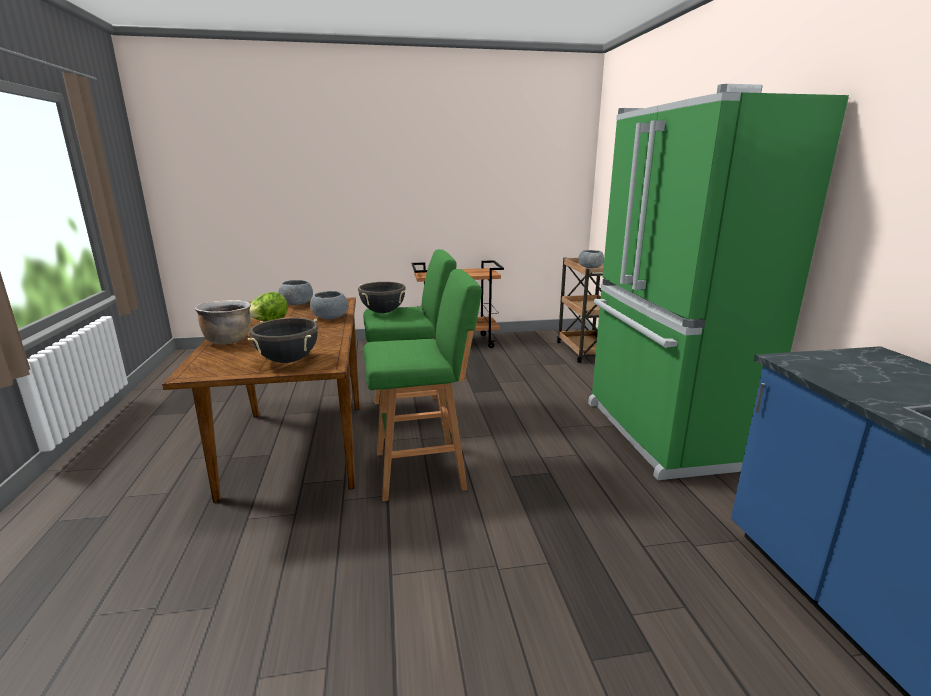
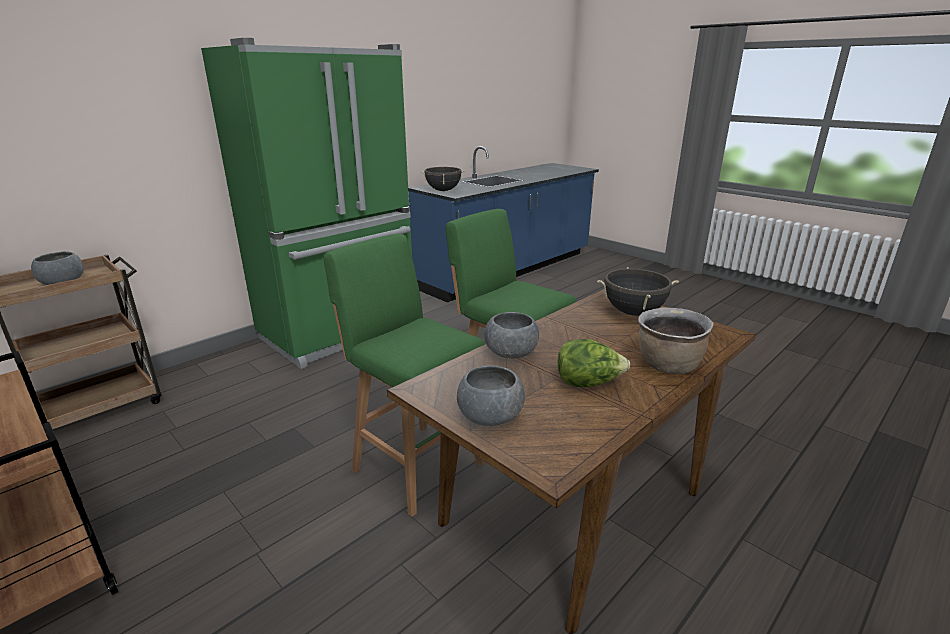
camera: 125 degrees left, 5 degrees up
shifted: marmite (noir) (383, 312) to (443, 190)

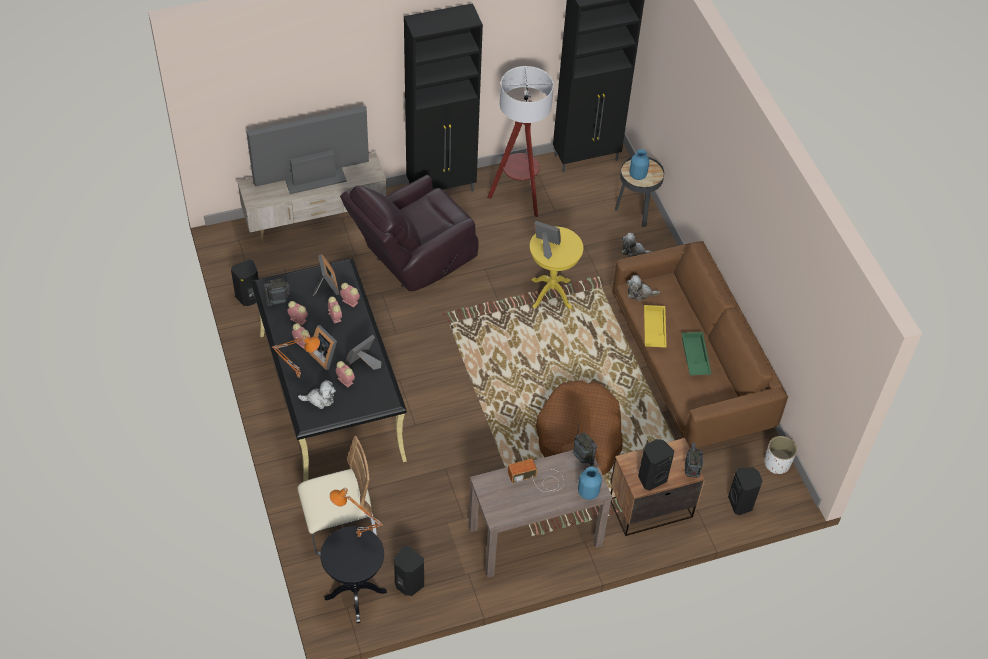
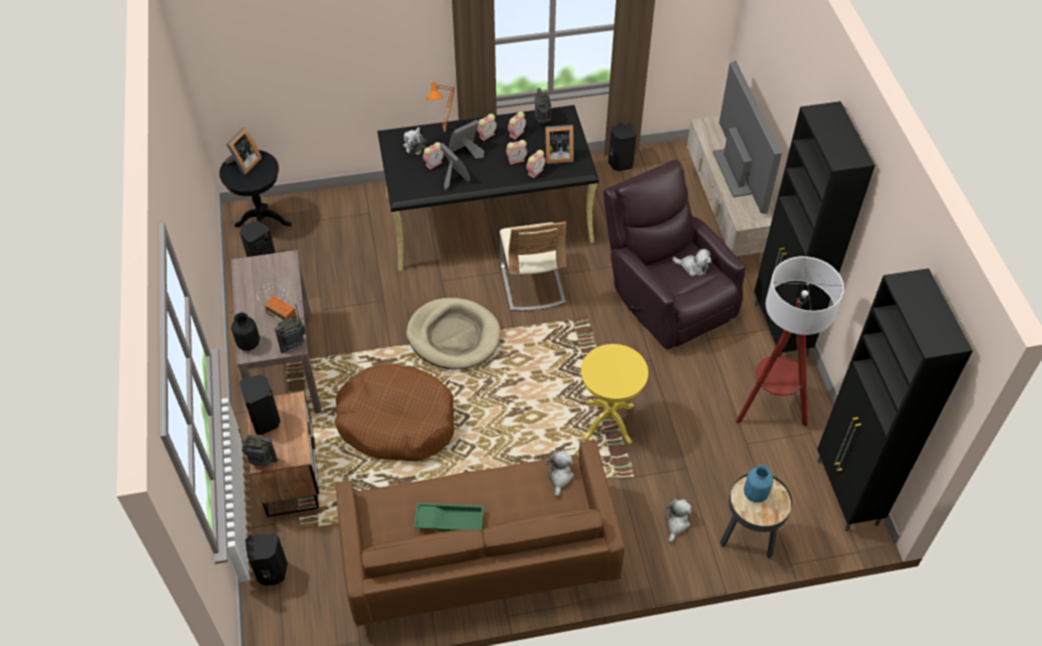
camera: 100 degrees right, 0 degrees up
gone: lampe de table (orange) (358, 538); plateau (jaune) (653, 329); cache-pot (blanc) (777, 463)
new: panier pour chien (beige) (454, 336); peluche (693, 267)
shifted: chaise (beige) (340, 526) to (532, 283); cadre photo (546, 246) to (244, 164)
repainted: vase (bleu) (588, 492) to vase (noir) (248, 343)
rotated: radio (538, 479) = (277, 303) 135 degrees clockwise

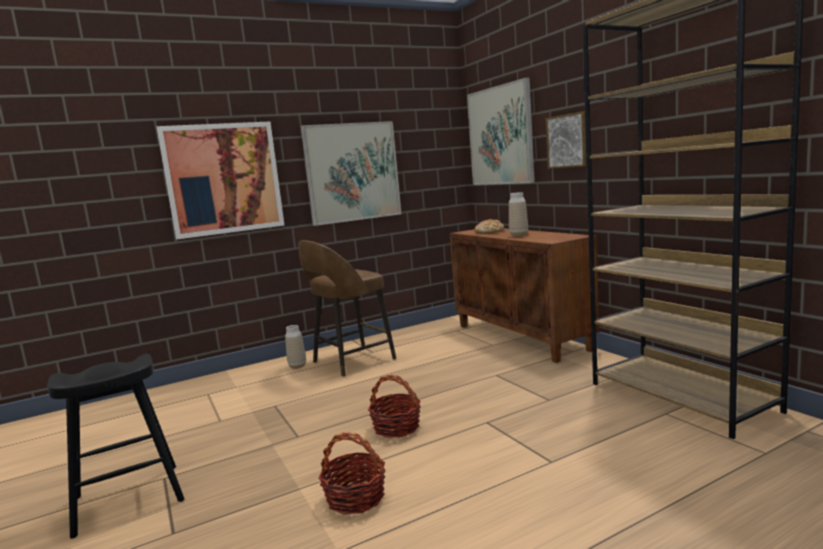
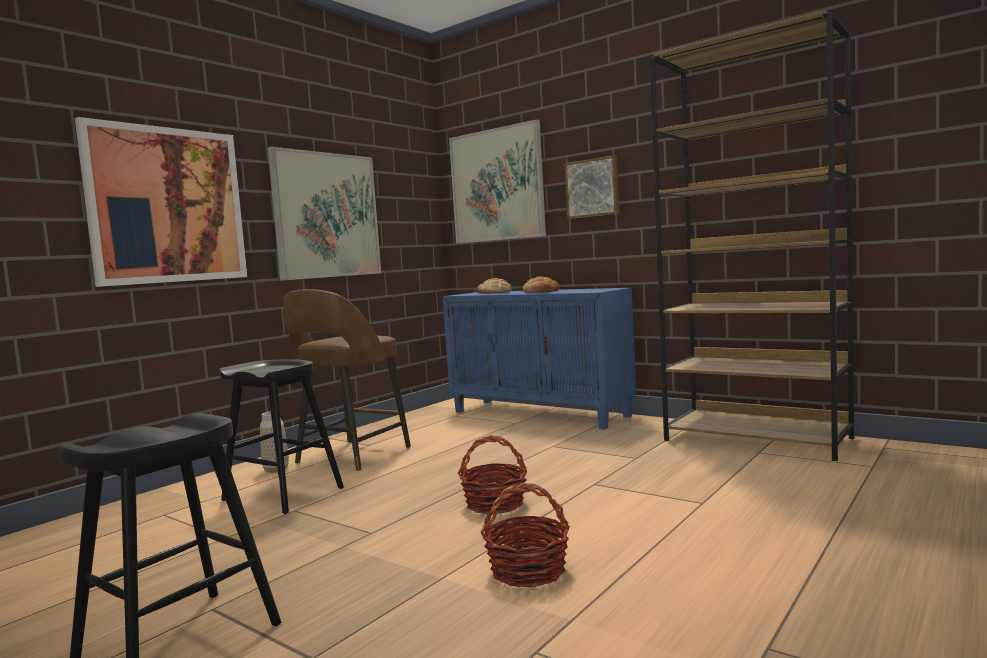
camera: 25 degrees left, 5 degrees down
new: tabouret (noir) (283, 494)
swapped: vase (518, 235) to pain (541, 292)
repainted: meuble de rangement (marron) (522, 337) to meuble de rangement (bleu) (541, 414)

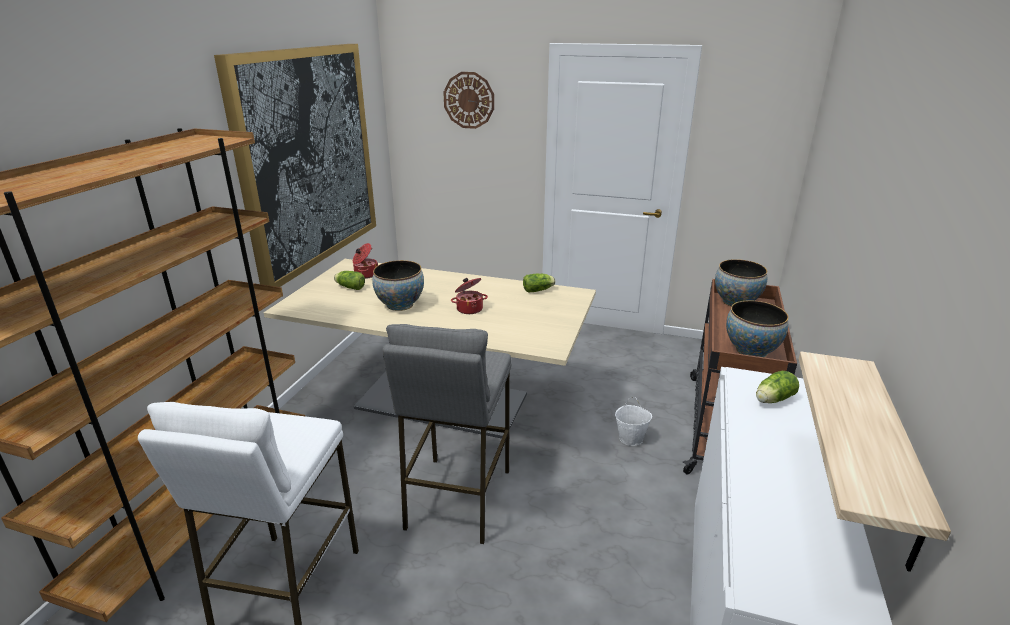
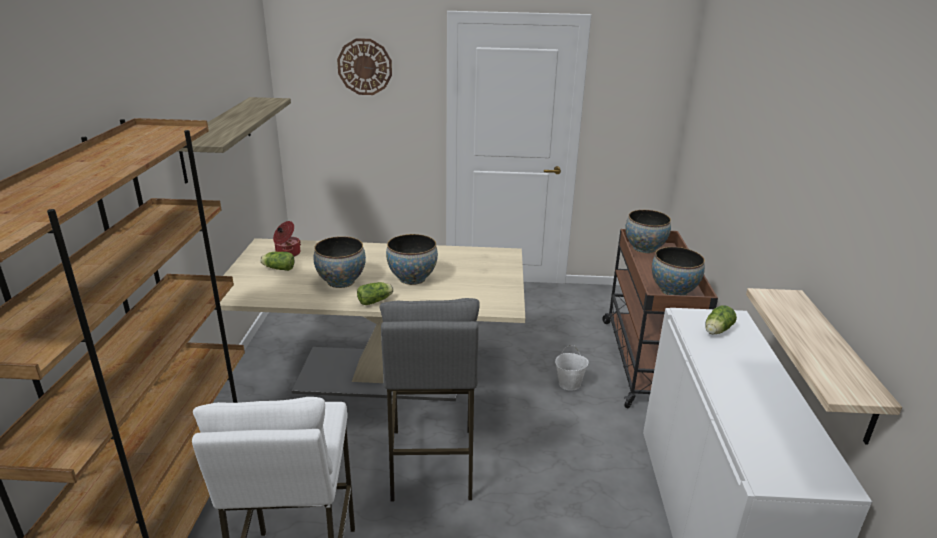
camera: 15 degrees left, 0 degrees up
shifted: laitue (539, 290) to (376, 301)
swapped: tableau (308, 159) to étagère (217, 137); marmite (469, 309) to bol (412, 278)

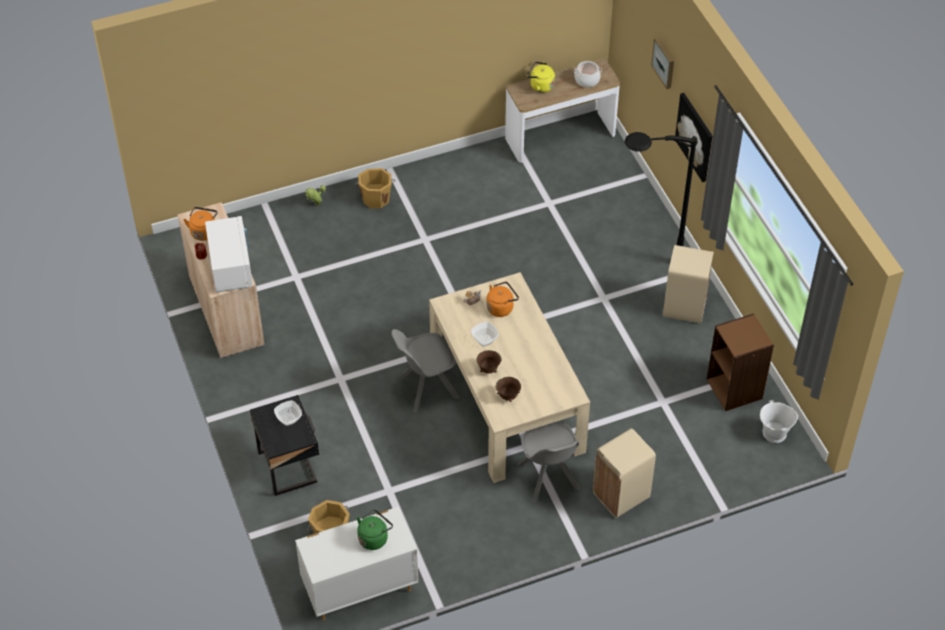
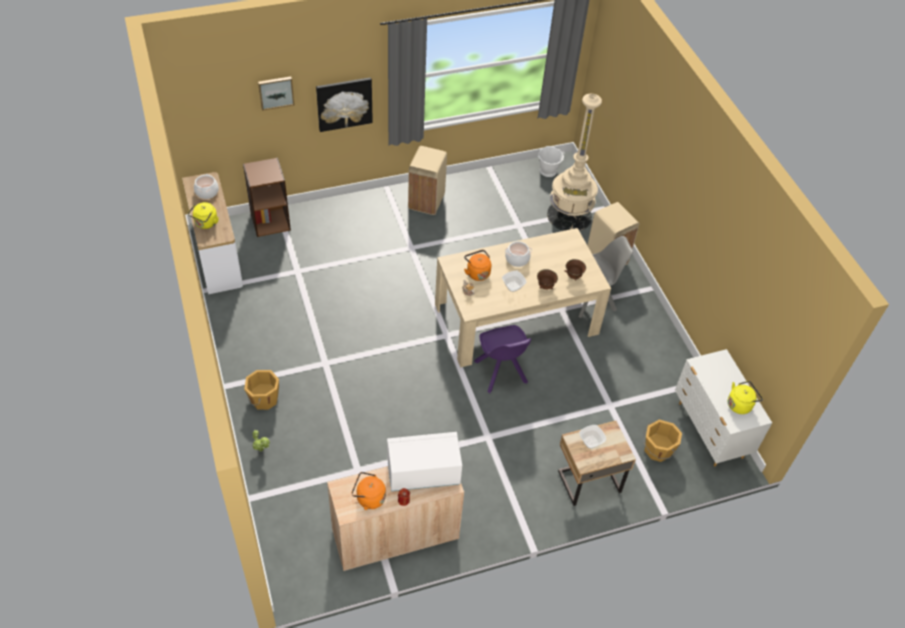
camera: 90 degrees left, 0 degrees up
gone: bouilloire (vert) (374, 538); lampadaire (noir) (640, 267)
new: marmite (517, 259); lampadaire (beige) (569, 215); bouilloire (jaune) (740, 404)
shifted: bibliothèque (marron) (735, 389) to (270, 221)
repainted: table de chevet (noir) (289, 467) to table de chevet (beige) (588, 480); chaise (gris) (426, 388) to chaise (violet) (501, 373)

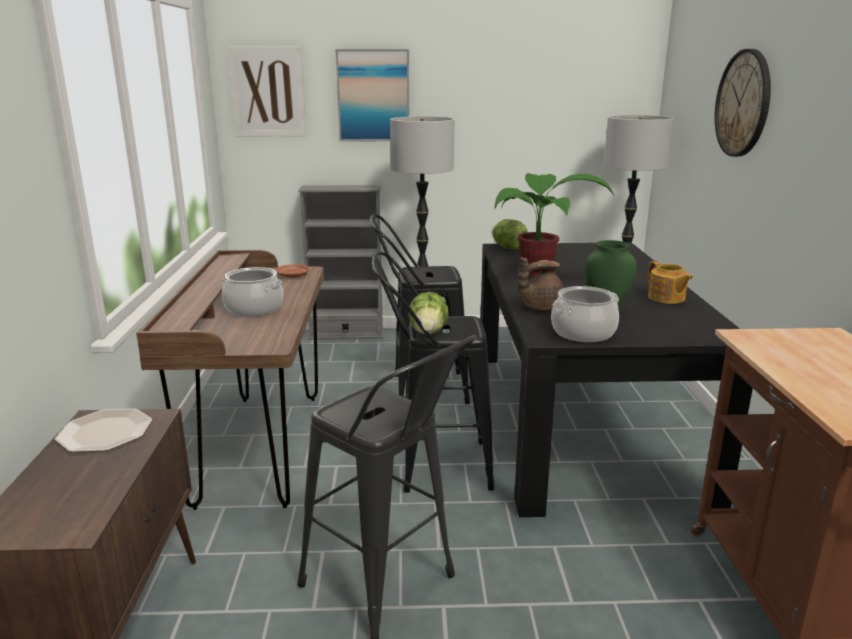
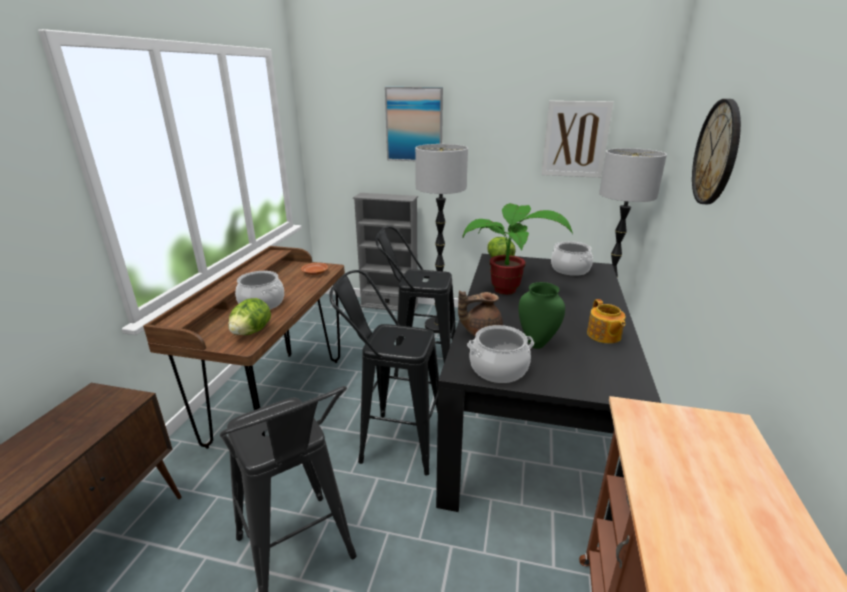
camera: 15 degrees right, 5 degrees up
gone: assiette (106, 432)
new: marmite (569, 269)
shifted: tableau (268, 92) to (575, 139); laitue (428, 332) to (251, 332)

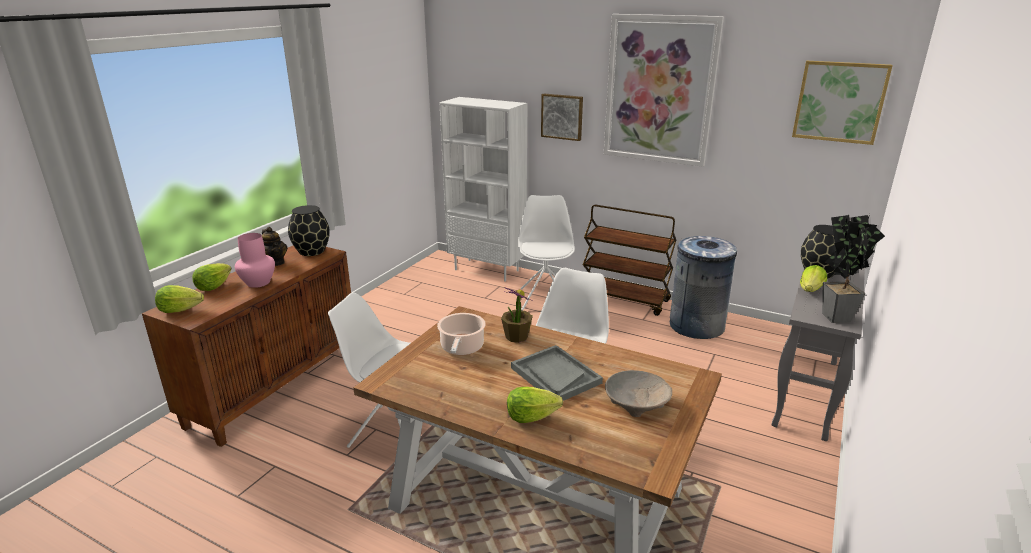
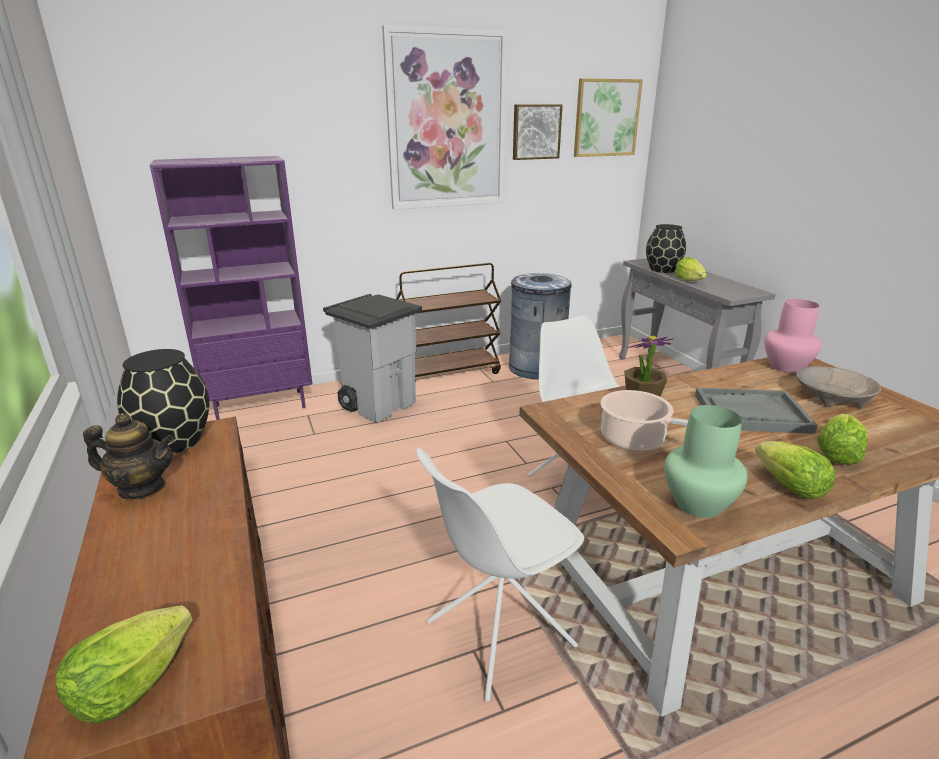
camera: 50 degrees left, 0 degrees up
gone: plante en pot (836, 315)
new: vase (vert) (698, 503)
shifted: laitue (213, 287) to (790, 487); vase (rose) (258, 283) to (787, 366); tableau (562, 116) to (536, 132)
swapped: chaise (blanc) (545, 298) to poubelle (gris) (379, 404)
repainted: bibliothèque (blanc) (487, 270) to bibliothèque (violet) (261, 405)

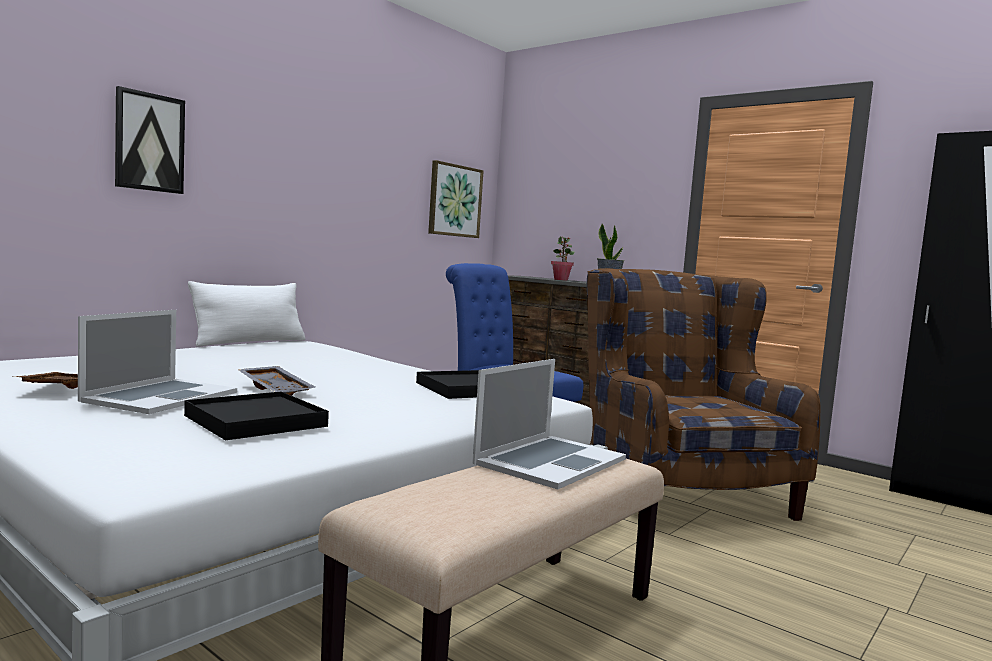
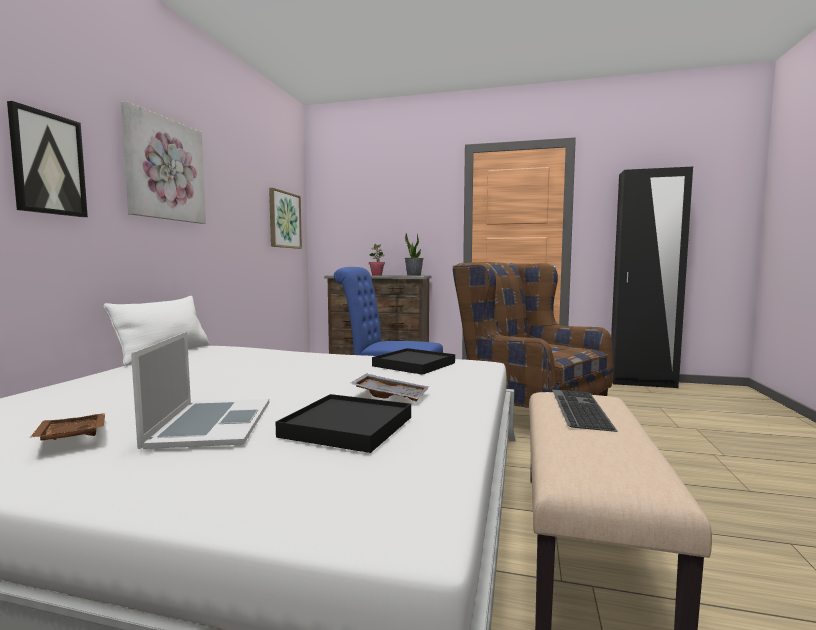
camera: 25 degrees left, 0 degrees up
new: tableau (164, 169)
shifted: plateau (gris) (277, 390) to (390, 395)
swapped: ordinateur portable (550, 461) to clavier (577, 408)

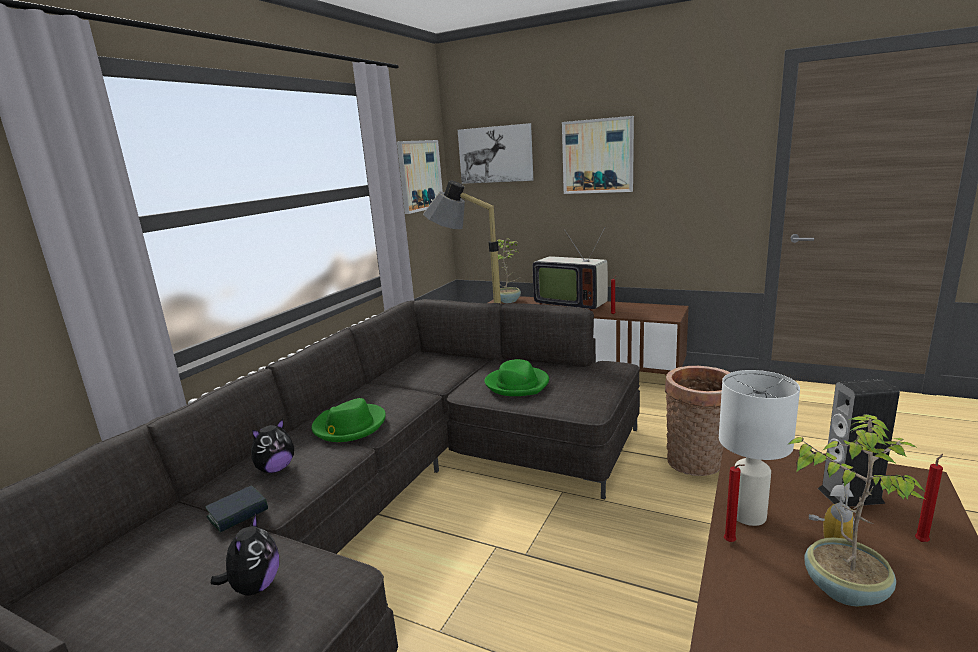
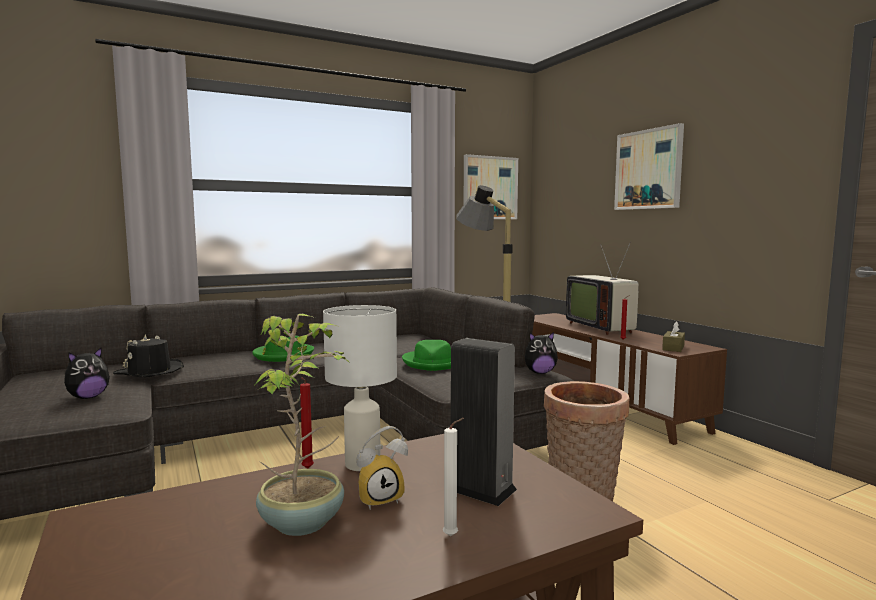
camera: 35 degrees right, 10 degrees down
gone: tableau (496, 154); plante en pot (509, 301)
new: boîte à mouchoirs (marron) (673, 348)
shifted: peluche (275, 469) to (540, 372)
swapped: livre (238, 513) to chapeau (noir) (149, 372)
repainted: bougie (rouge) (922, 541) to bougie (blanc) (453, 536)

